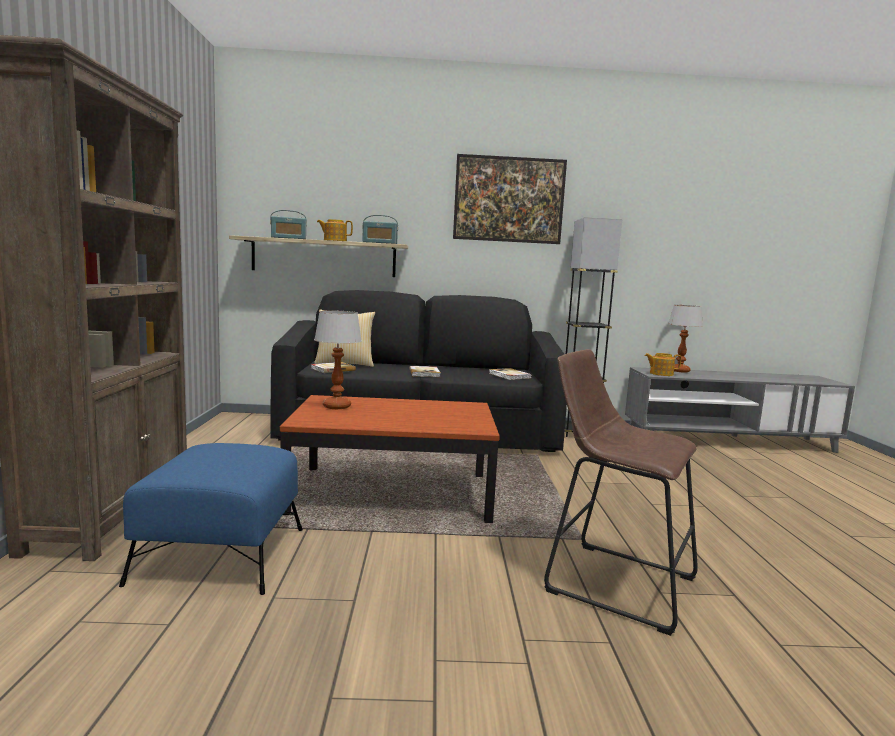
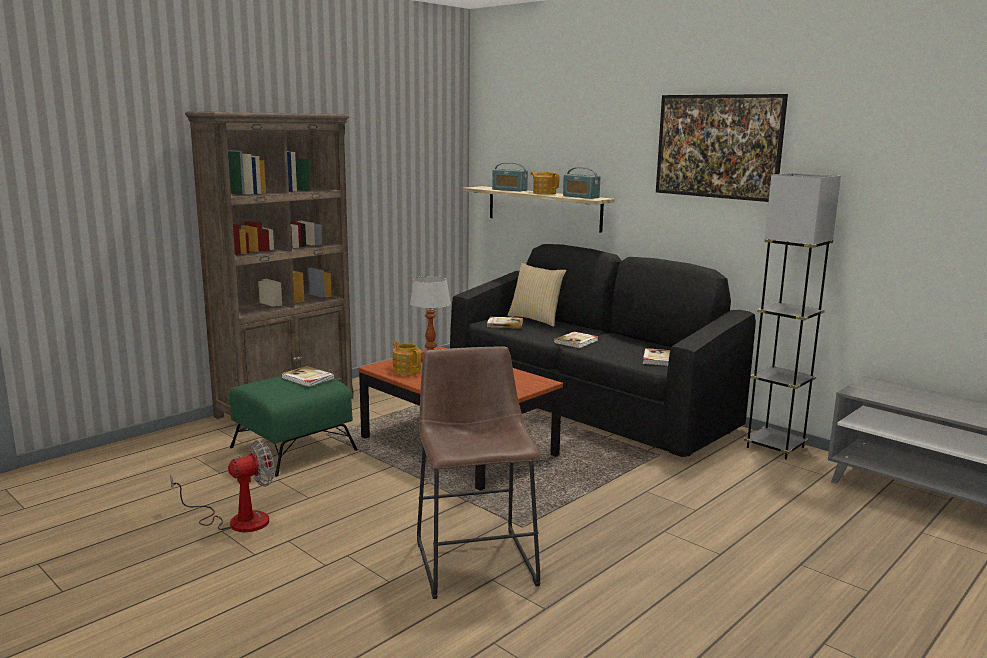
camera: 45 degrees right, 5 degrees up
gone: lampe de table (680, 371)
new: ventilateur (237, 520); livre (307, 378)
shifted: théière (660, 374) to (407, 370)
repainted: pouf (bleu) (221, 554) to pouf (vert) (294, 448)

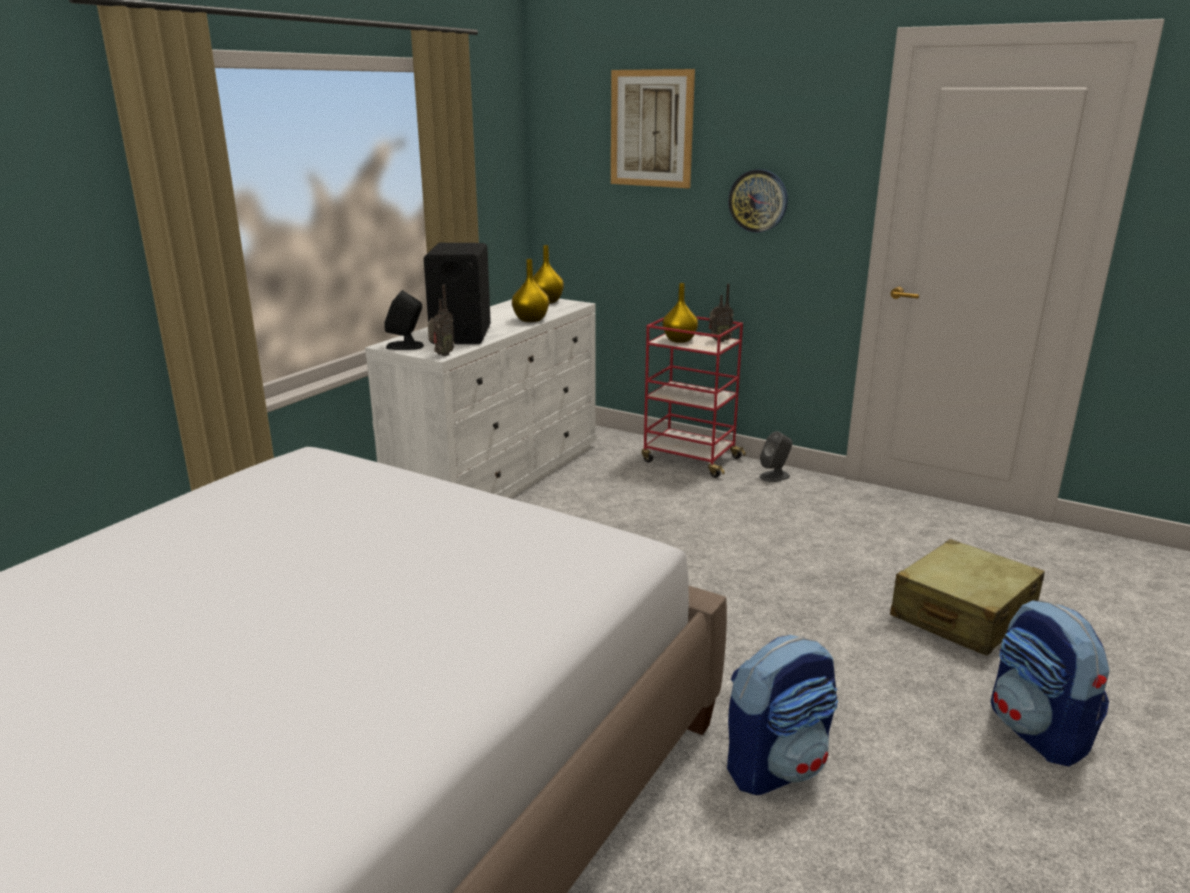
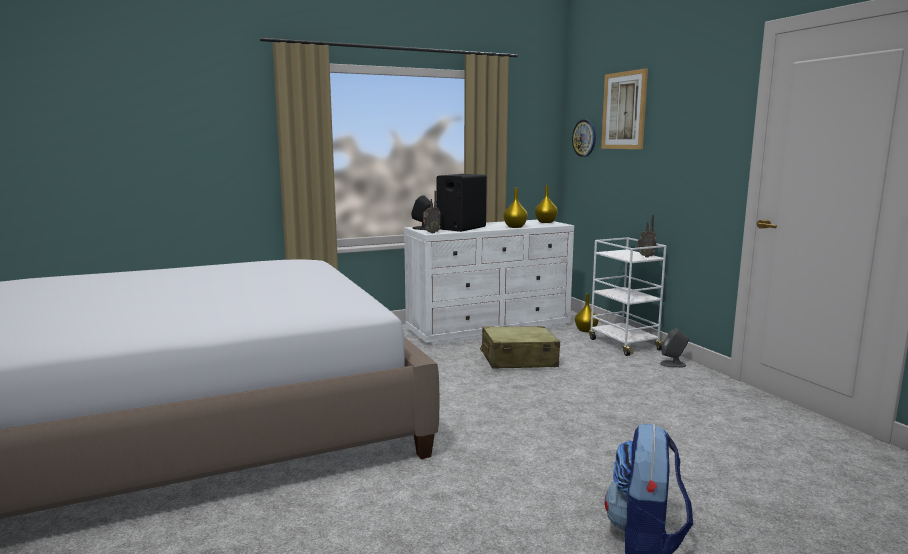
camera: 35 degrees right, 10 degrees down
gone: sac à dos (777, 766)
shifted: vase (jaune) (679, 340) to (585, 330); horloge murale (758, 201) to (584, 138); valise (beige) (962, 615) to (518, 360)
repainted: chariot (rouge) (690, 459) to chariot (blanc) (623, 344)

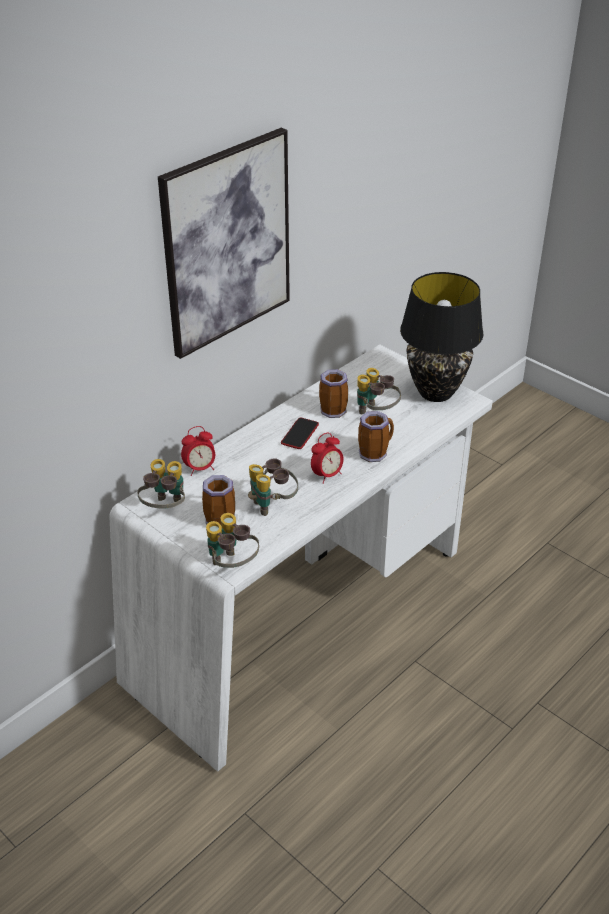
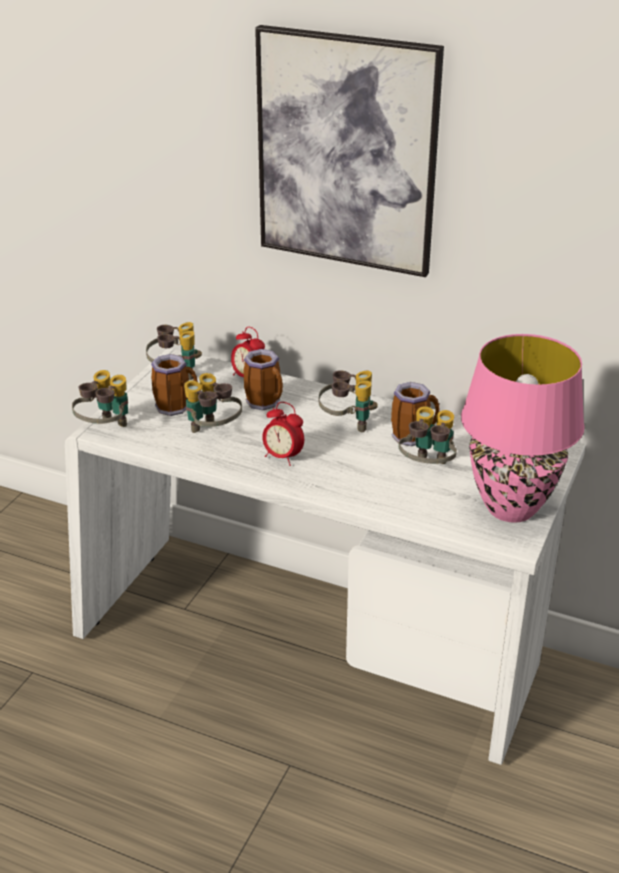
camera: 70 degrees right, 5 degrees down
shifted: mug (374, 452) to (266, 403)
swapped: téléphone (300, 434) to jumelles (347, 424)
repainted: lampe de table (noir) (435, 392) to lampe de table (rose) (512, 508)

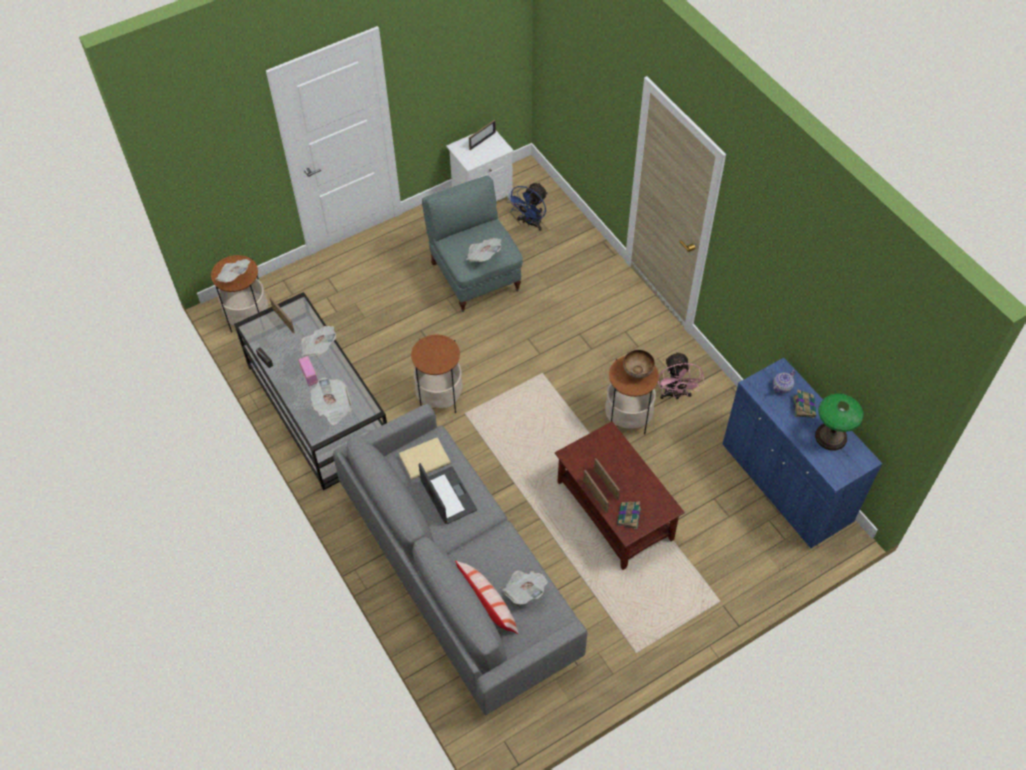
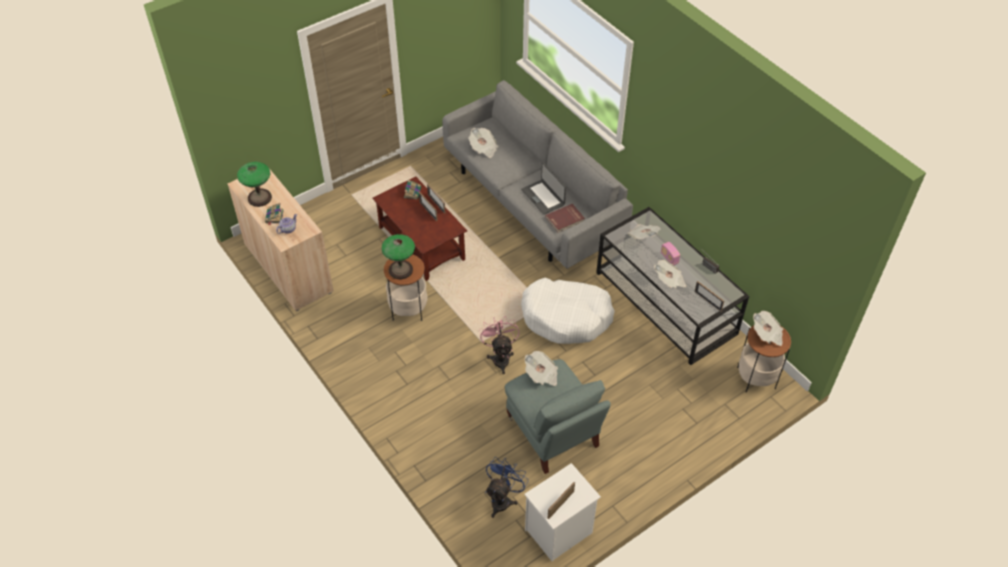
camera: 175 degrees right, 5 degrees down
gone: coussin (487, 605)
shifted: ventilateur (rose) (675, 394) to (500, 357)
swapped: table d'appoint (440, 397) to panier pour chien (blanc) (566, 317); bol (637, 373) to lampe de table (401, 269)
repainted: livre (beige) (424, 459) to livre (rouge) (565, 219); meuble de rangement (bleu) (786, 483) to meuble de rangement (beige) (288, 268)

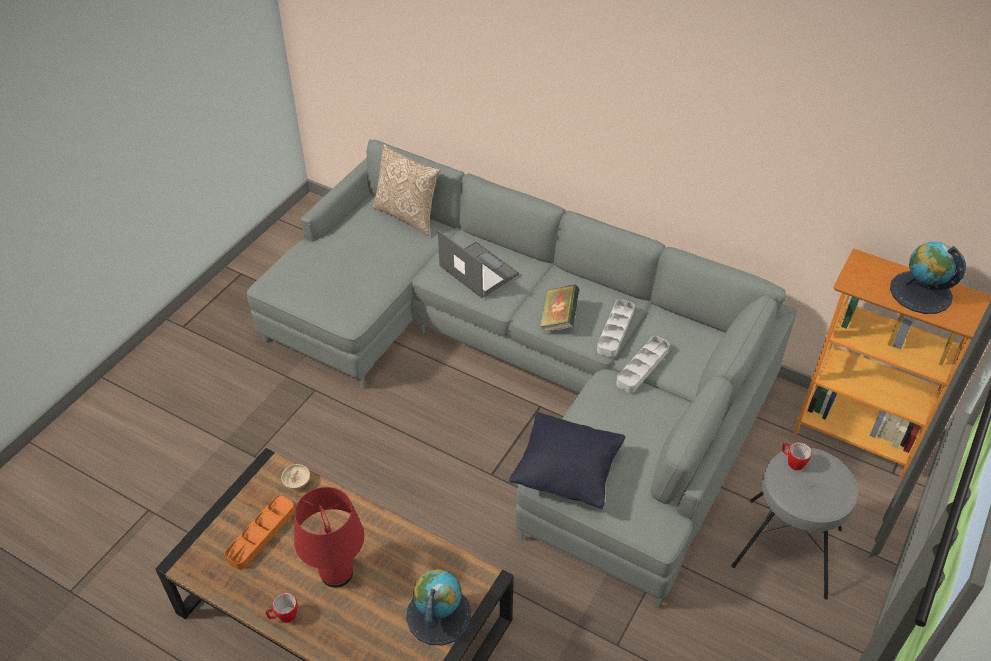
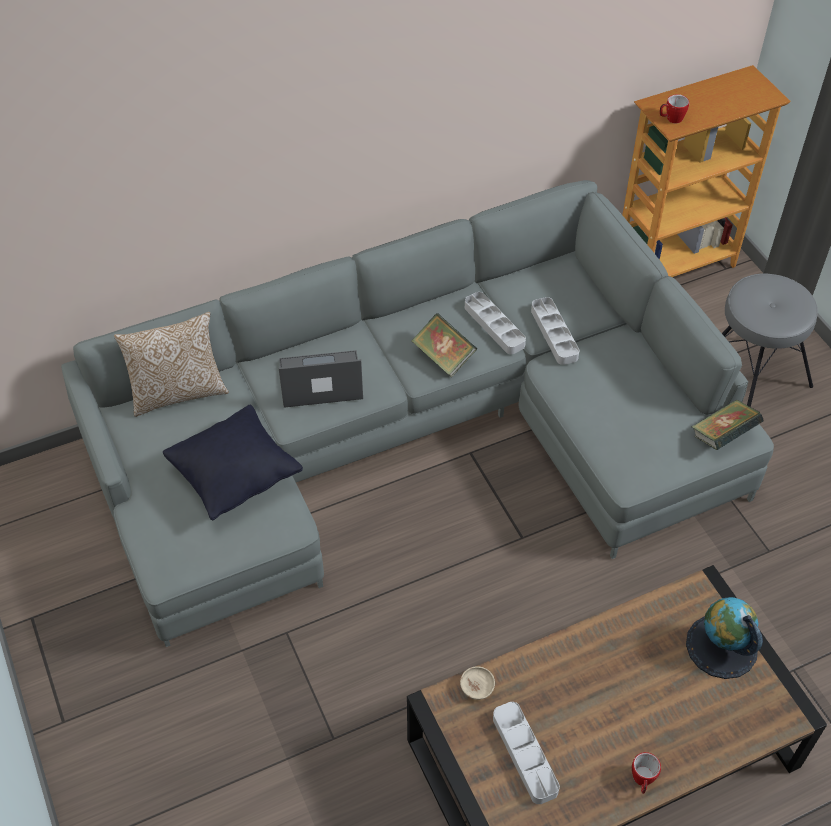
camera: 55 degrees left, 5 degrees up
gone: lampe de table (rouge) (337, 574); globe (920, 292)
new: livre (723, 436)
shifted: coussin (noir) (567, 474) to (235, 477); mug (792, 462) to (671, 119)
repainted: plateau (orange) (261, 534) to plateau (gris) (524, 754)

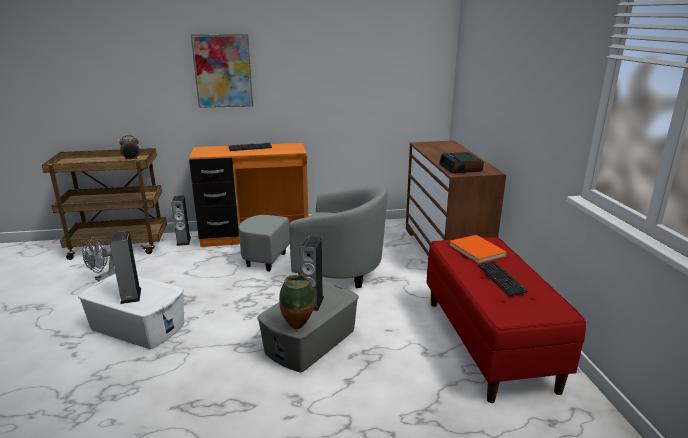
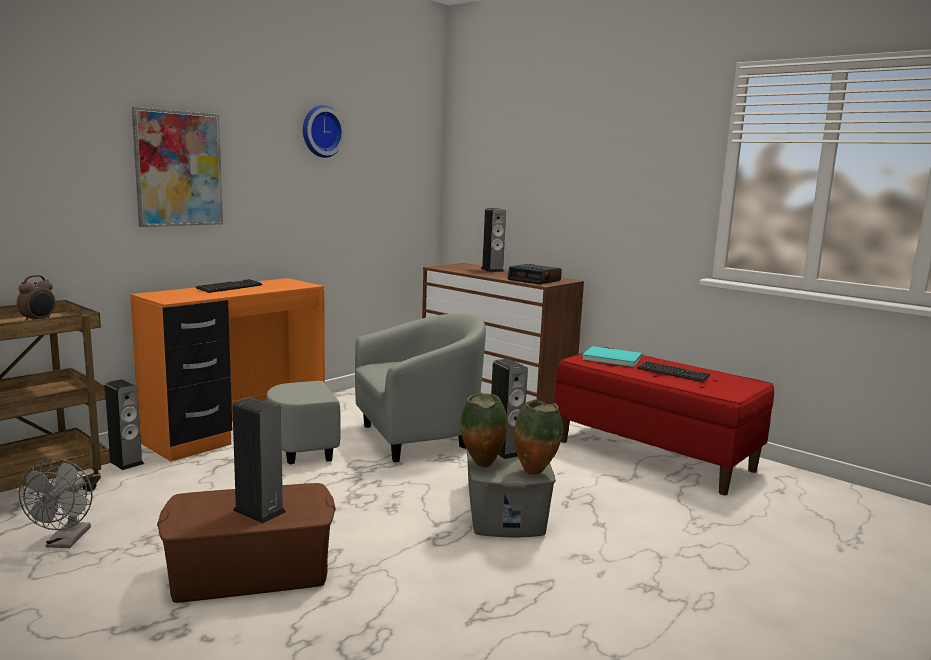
camera: 40 degrees left, 10 degrees down
new: horloge murale (321, 131); vase (482, 466); enceinte (492, 270)
repainted: boîte de rangement (blanc) (138, 326) to boîte de rangement (marron) (250, 571); livre (orange) (477, 249) to livre (turquoise) (610, 358)

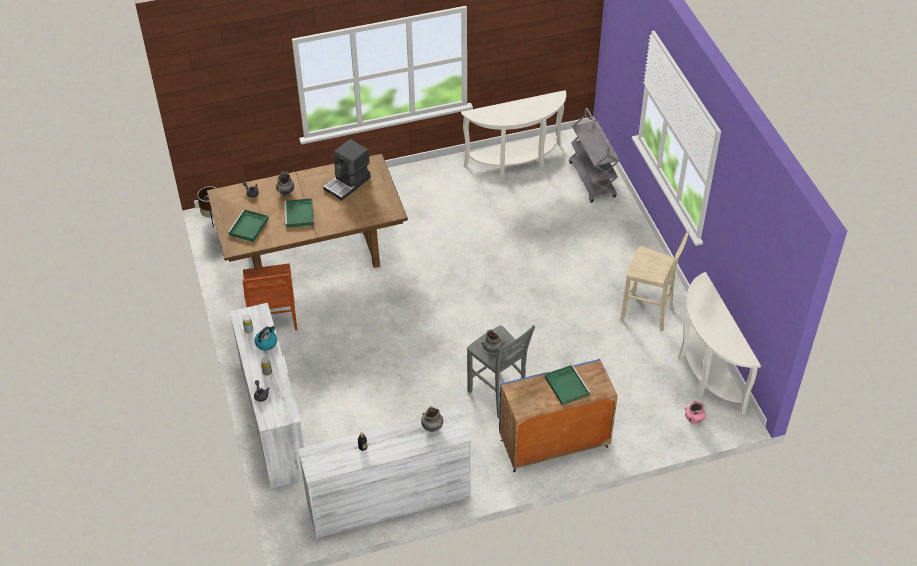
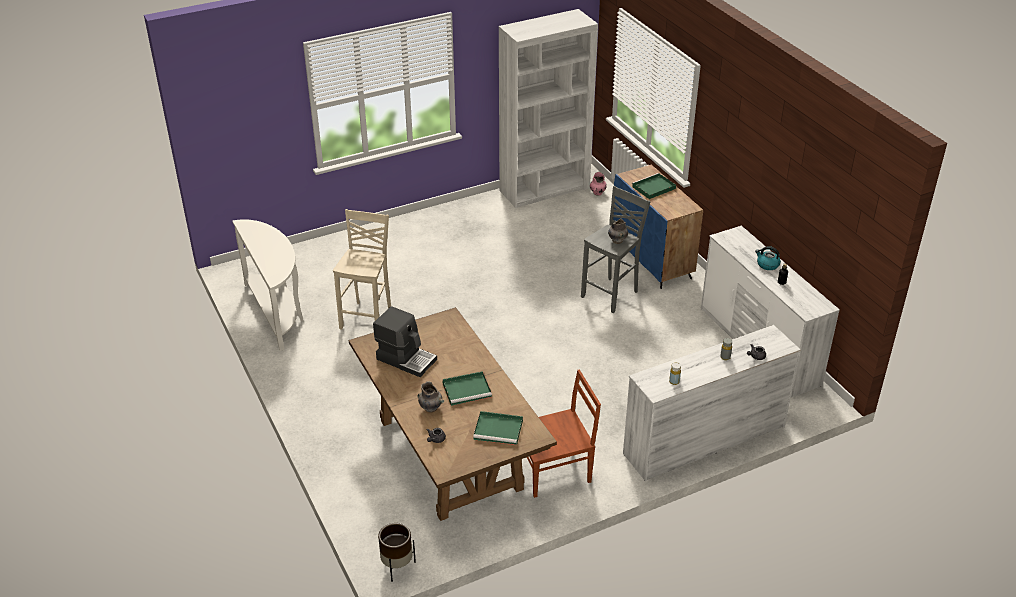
camera: 100 degrees left, 10 degrees down
gone: vase (gris) (432, 427); chariot (gris) (592, 180)
shifted: bouilloire (266, 343) to (767, 265); tabouret (beige) (648, 313) to (368, 317)
swapped: table console (blanc) (705, 372) to bibliothèque (blanc) (545, 189)

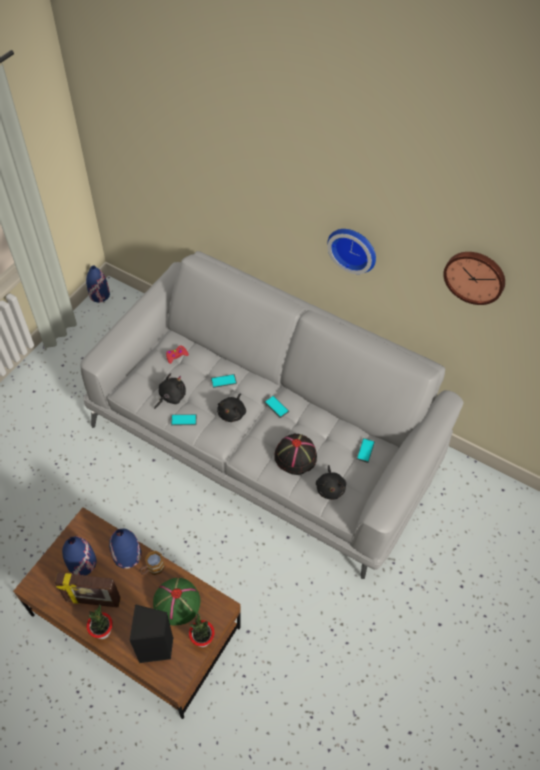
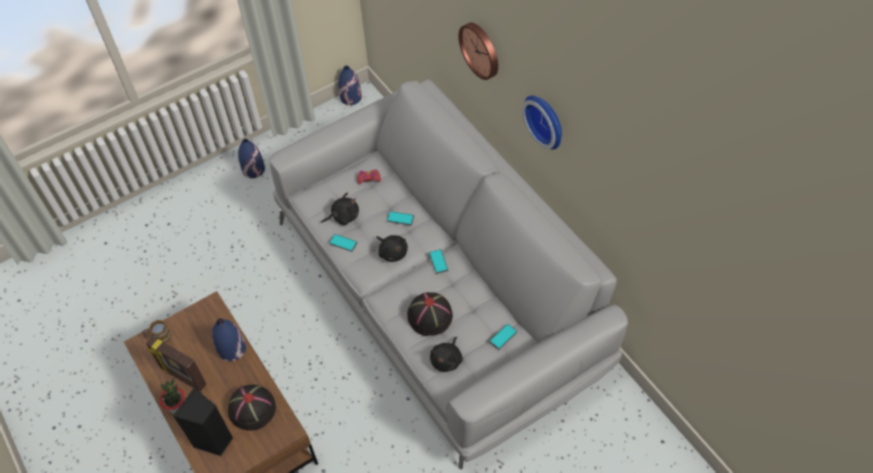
camera: 30 degrees right, 0 degrees up
gone: plante en pot (202, 639)
shifted: vase (bleu) (81, 562) to (253, 169); mug (152, 568) to (159, 337); horloge murale (475, 276) to (481, 50)
repainted: chapeau (vert) (176, 602) to chapeau (noir) (251, 409)
rotated: peluche (noir) (232, 413) = (392, 252) 90 degrees counterclockwise

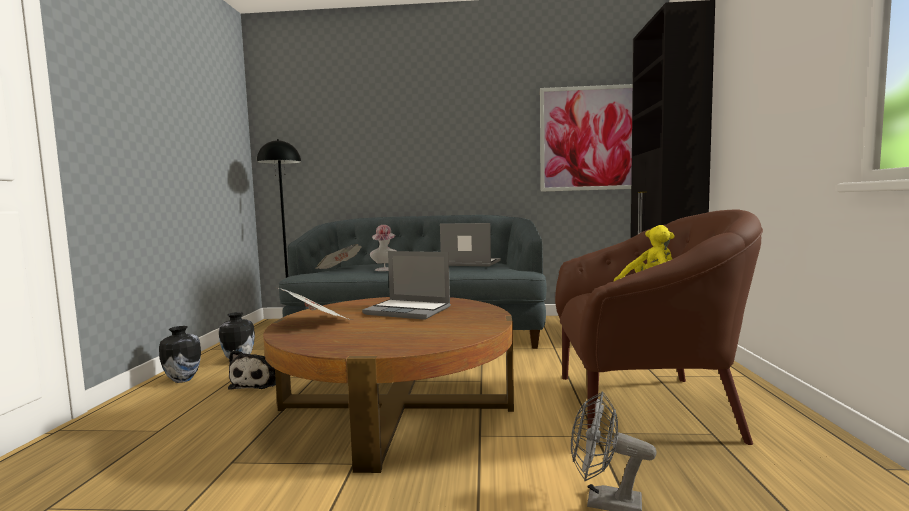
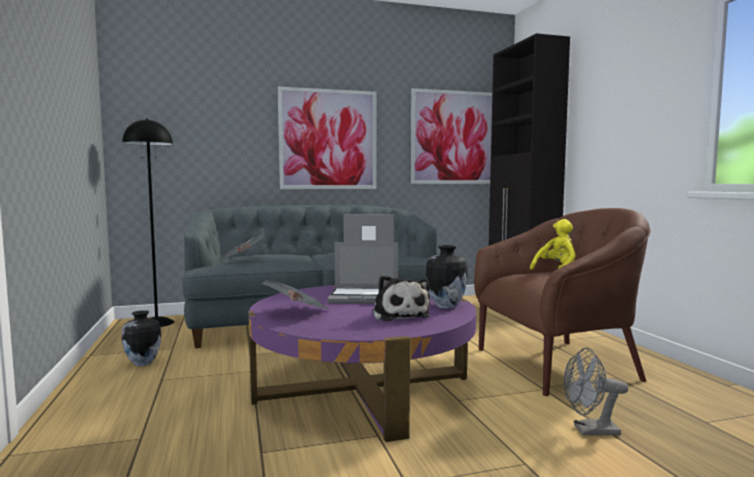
camera: 20 degrees left, 0 degrees up
gone: chapeau (385, 269)
new: tableau (328, 139)
shifted: vase (182, 380) to (445, 306); peluche (258, 382) to (399, 314)
repainted: table basse (marron) (395, 406) to table basse (violet) (363, 387)

